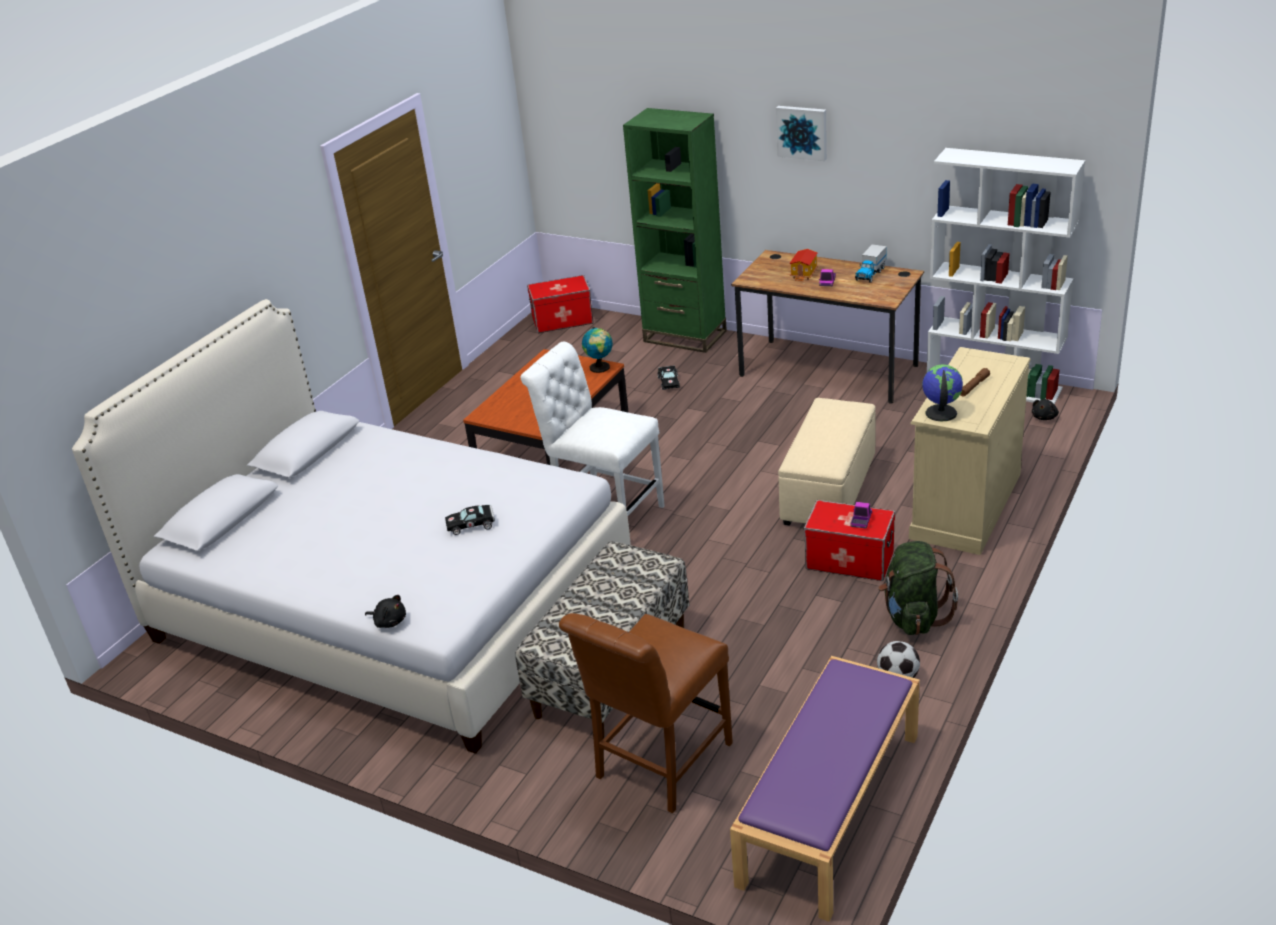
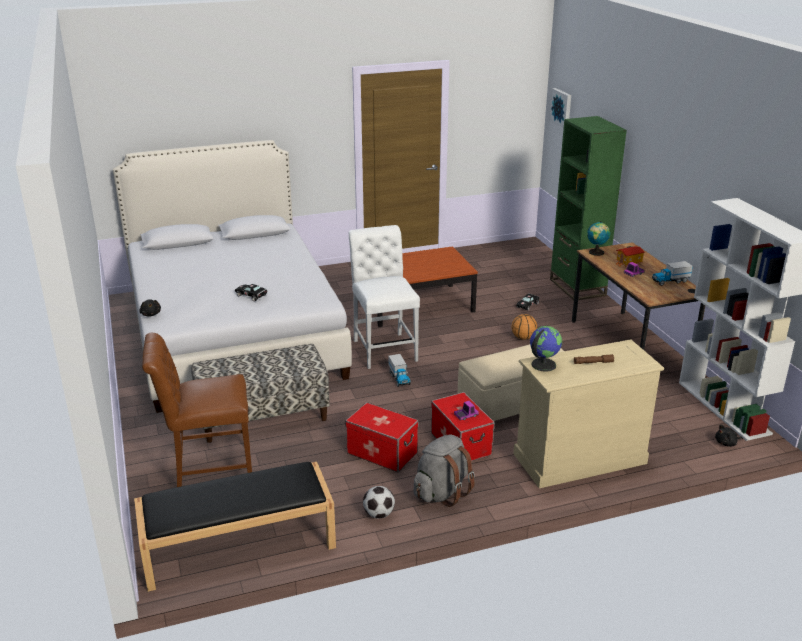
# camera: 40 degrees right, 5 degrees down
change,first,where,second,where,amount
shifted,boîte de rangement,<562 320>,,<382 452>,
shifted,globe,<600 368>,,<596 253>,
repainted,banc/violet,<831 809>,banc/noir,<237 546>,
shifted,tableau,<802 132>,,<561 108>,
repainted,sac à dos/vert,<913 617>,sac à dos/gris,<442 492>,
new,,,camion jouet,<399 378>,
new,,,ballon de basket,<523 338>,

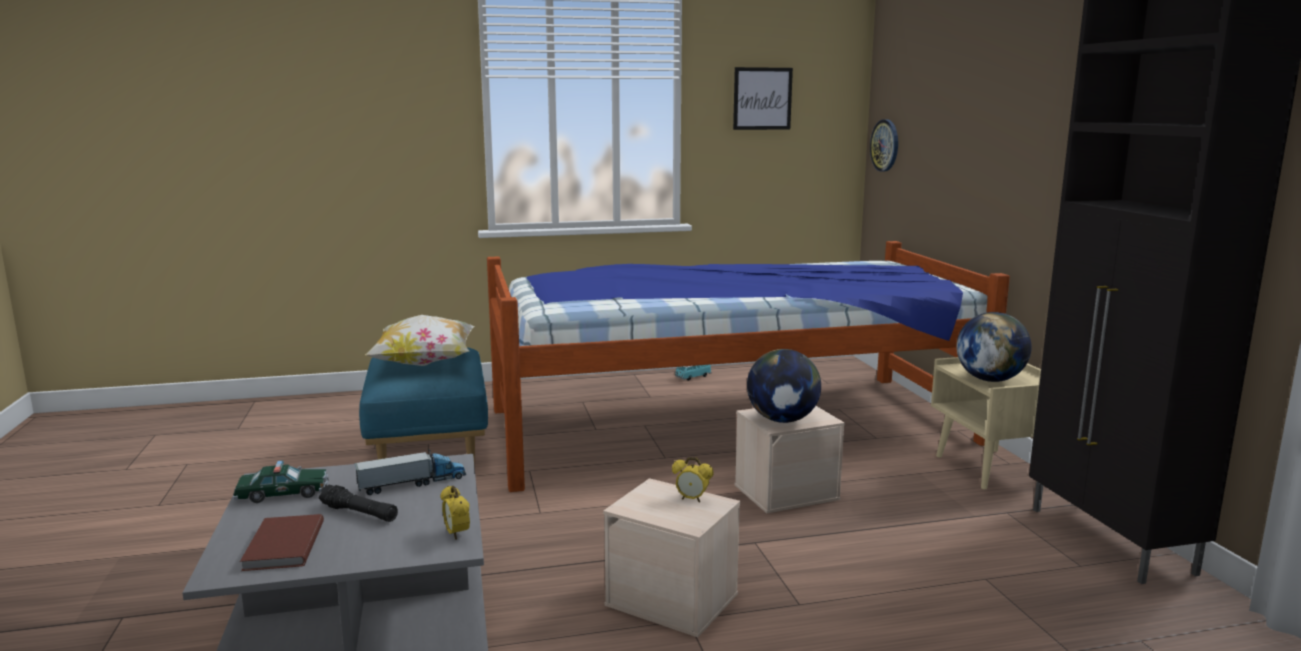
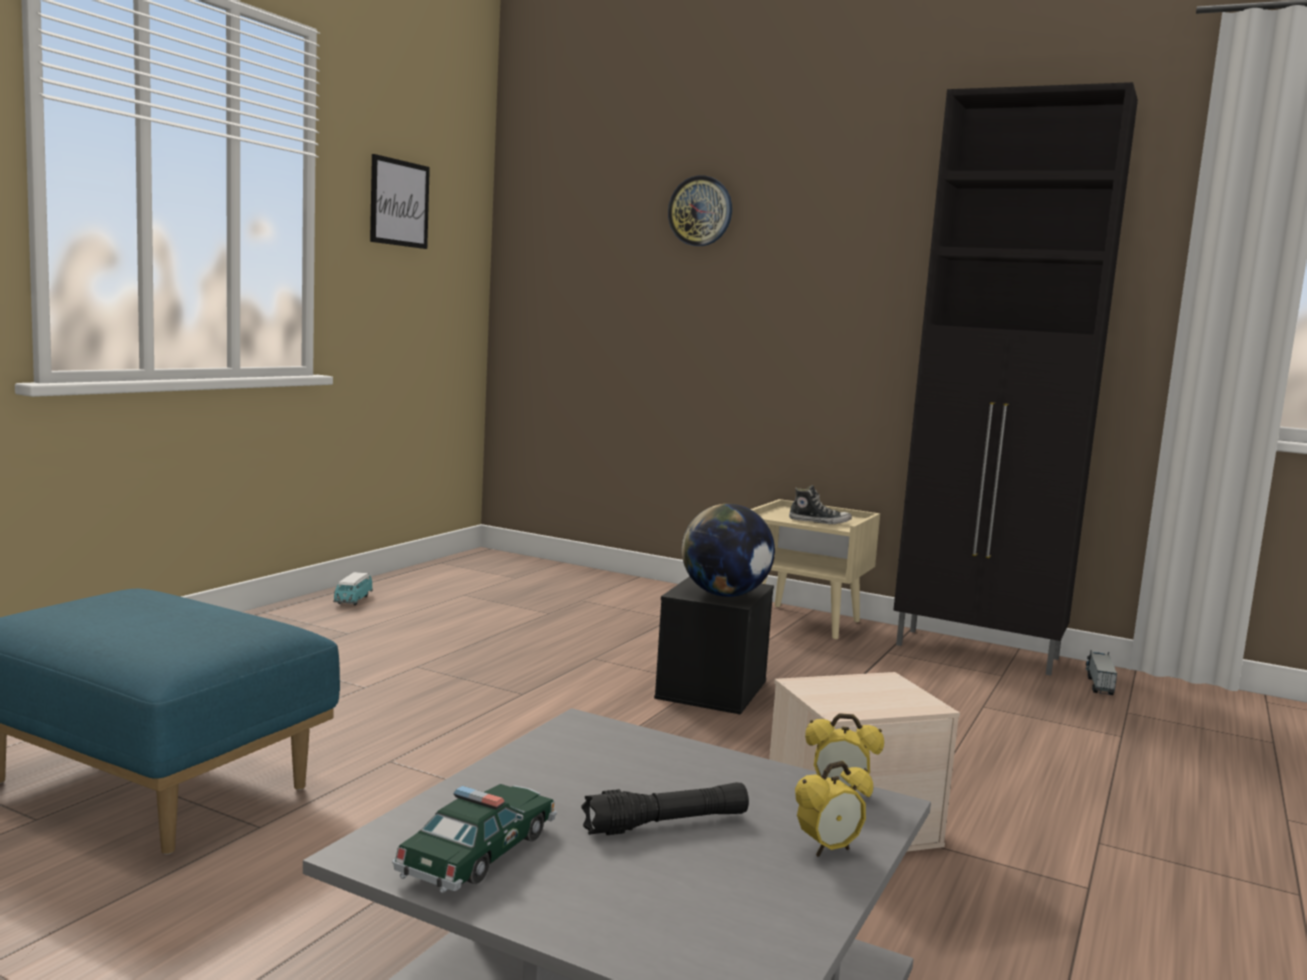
# camera: 50 degrees left, 5 degrees down
change,first,where,second,where,amount
gone,livre/marron,<281 546>,,,
shifted,camion jouet,<412 483>,,<1098 681>,
gone,coussin,<425 363>,,,
gone,lit,<728 425>,,,
shifted,réveil,<692 499>,,<828 850>,
repainted,boîte de rangement/beige,<786 491>,boîte de rangement/noir,<710 688>,
shifted,horloge murale,<885 145>,,<700 211>,
swapped,globe,<990 380>,chaussure,<819 522>,

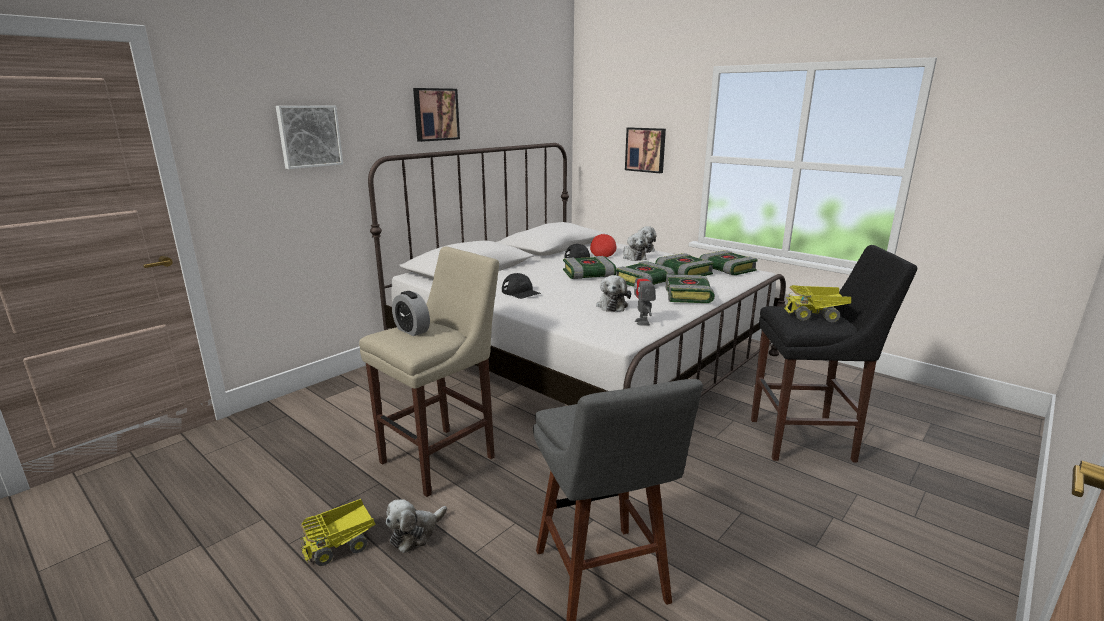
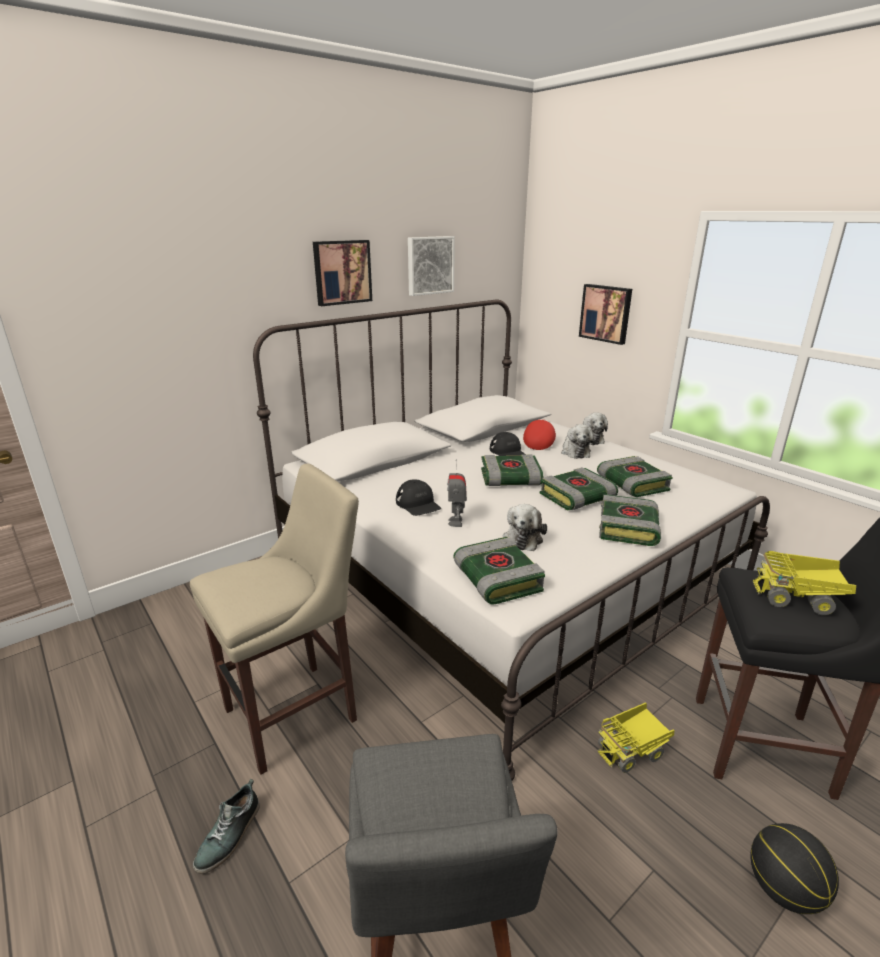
# camera: 10 degrees right, 5 degrees up
change,first,where,second,where,amount
shifted,tableau,<309 136>,,<429 265>,
shifted,camion jouet,<341 545>,,<632 750>,
swapped,peluche,<415 533>,chaussure,<229 835>,
gone,réveil,<412 330>,,,
shifted,robot jouet,<642 322>,,<456 522>,
shifted,livre,<726 269>,,<495 578>,
new,,,ballon de basket,<783 889>,

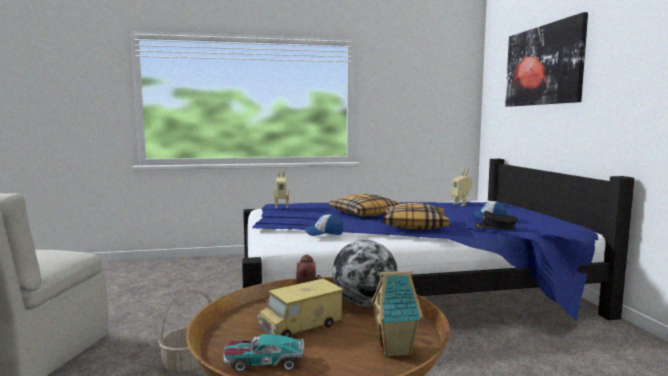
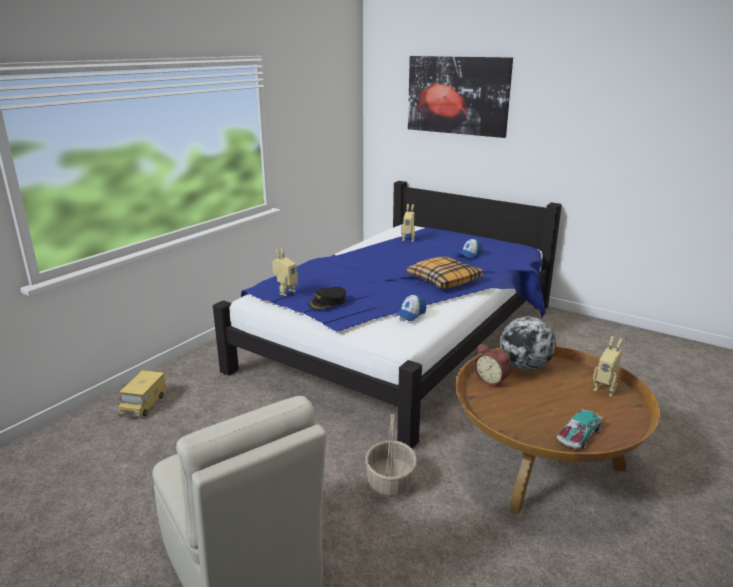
# camera: 45 degrees left, 15 degrees up
change,first,where,second,where,amount
shifted,camion jouet,<301 325>,,<143 404>,
gone,coussin,<364 213>,,,
swapped,maison miniature,<396 349>,robot jouet,<605 389>,
shifted,casquette/noir,<495 226>,,<328 302>,

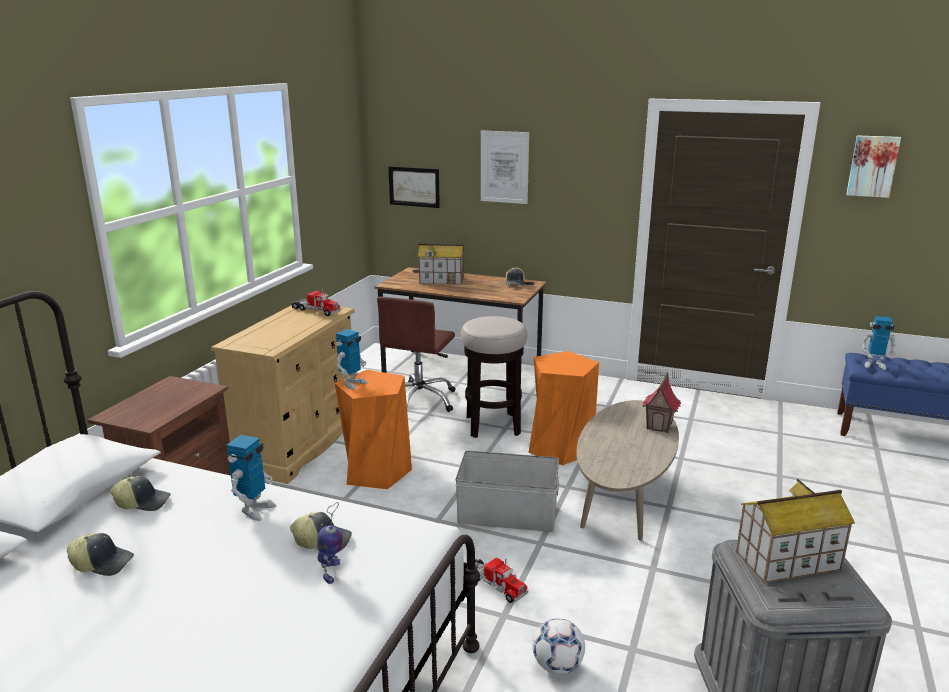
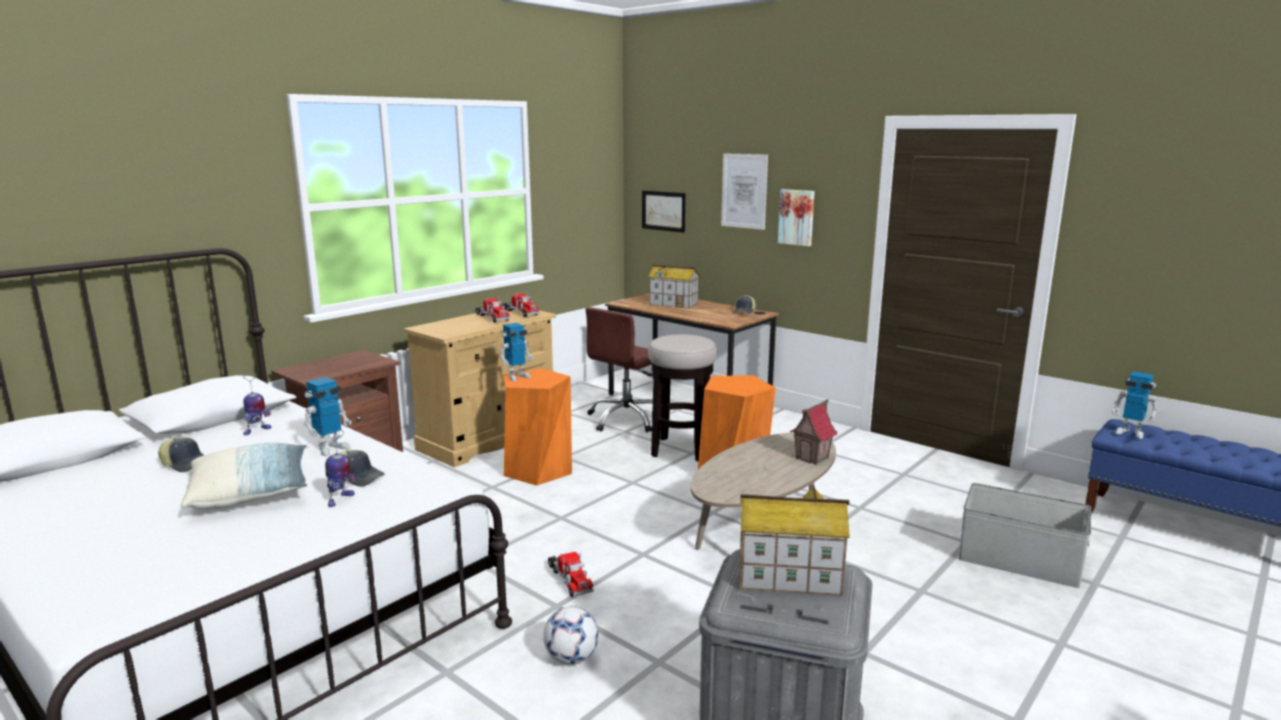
# camera: 20 degrees right, 5 degrees down
change,first,where,second,where,amount
swapped,casquette,<143 502>,robot jouet,<256 431>,
shifted,boîte de rangement/gris,<508 515>,,<1019 562>,
shifted,tableau,<872 166>,,<797 217>,
new,,,coussin,<251 493>,
new,,,camion jouet,<492 317>,

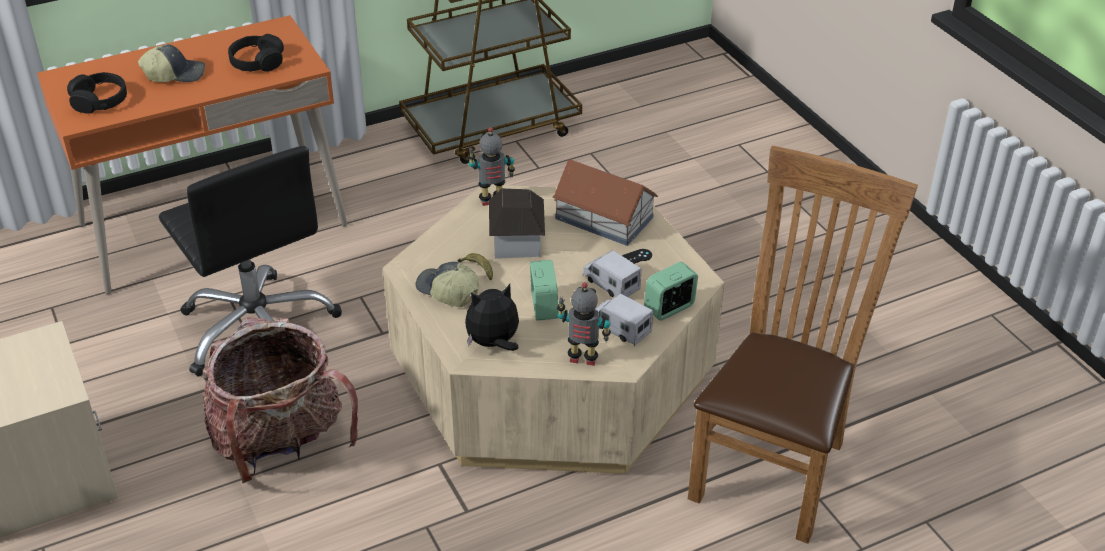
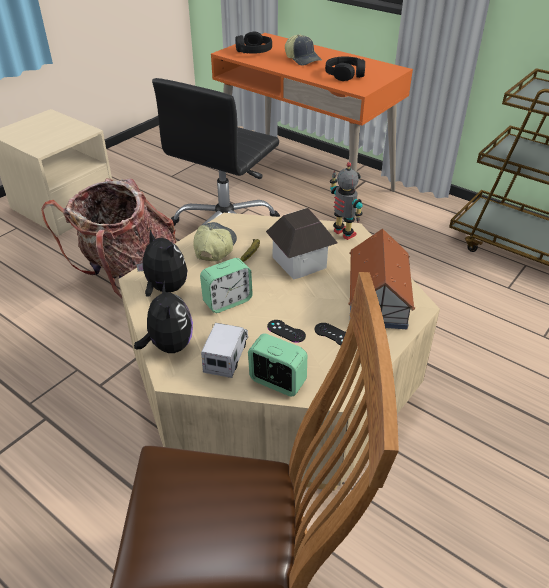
# camera: 65 degrees right, 0 degrees up
change,first,where,second,where,amount
swapped,robot jouet,<583 360>,peluche,<169 345>,
swapped,camion jouet,<611 284>,manette/noir,<286 331>,

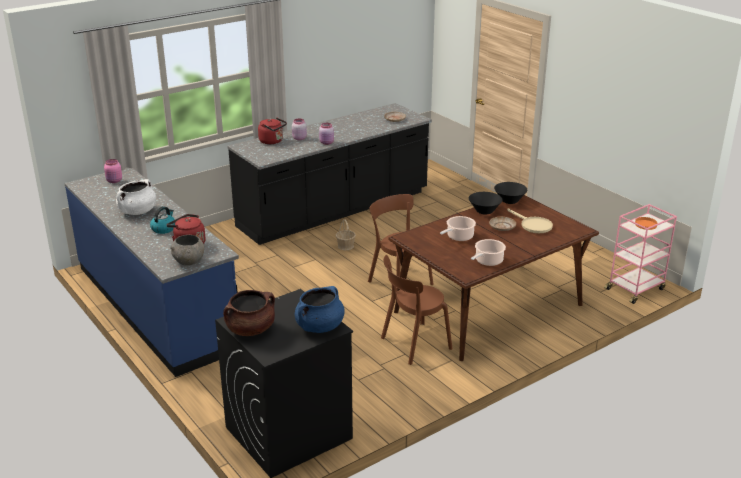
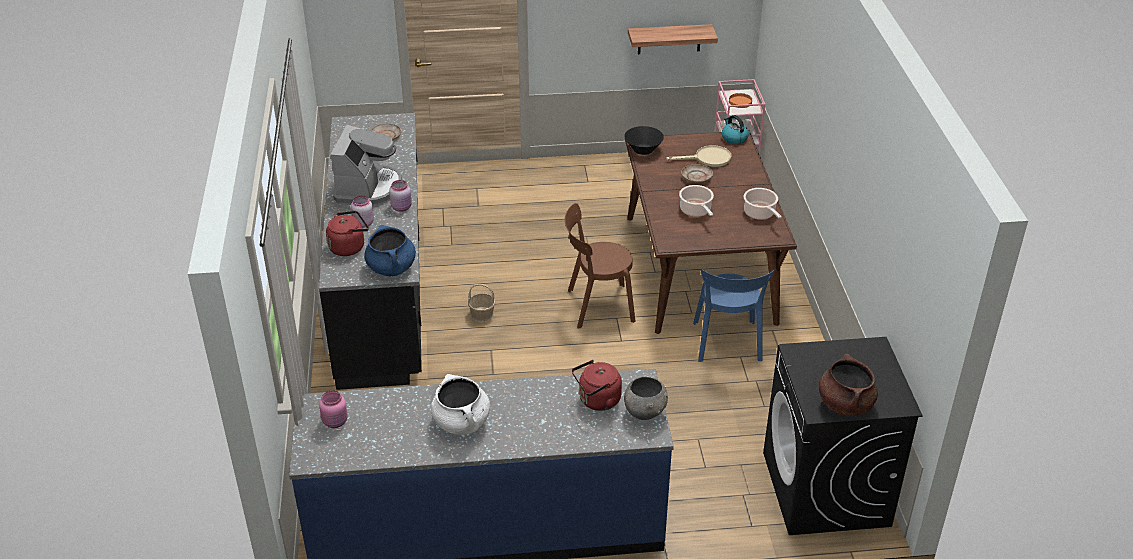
# camera: 60 degrees left, 10 degrees up
change,first,where,second,where,amount
shifted,bouilloire,<164 228>,,<734 138>,
shifted,marmite/bleu,<319 327>,,<391 268>,
repainted,chaise/marron,<413 344>,chaise/bleu,<727 344>,
gone,bol/noir,<484 211>,,,
new,,,machine à café,<368 188>,
new,,,étagère,<669 39>,

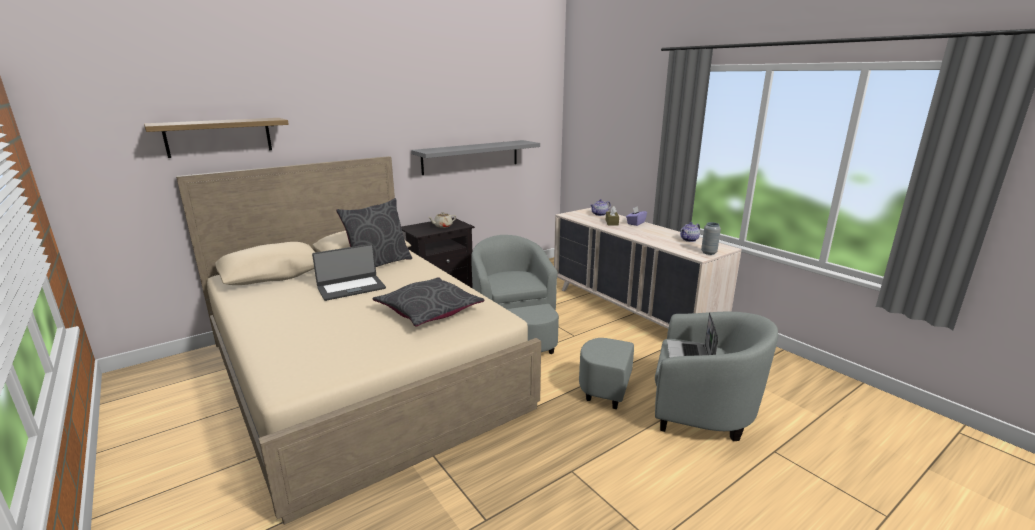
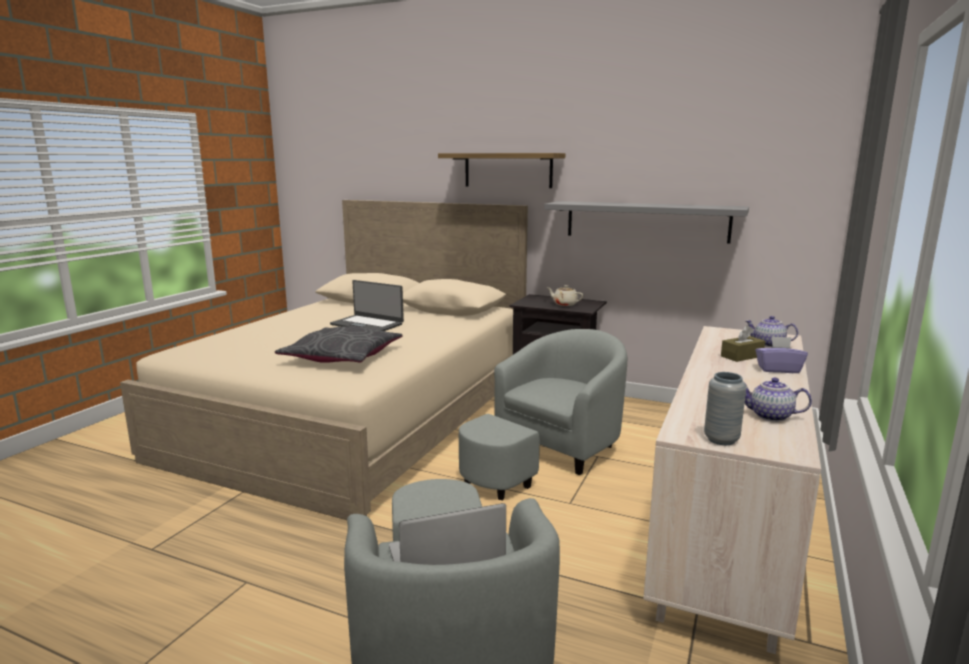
# camera: 60 degrees right, 5 degrees down
change,first,where,second,where,amount
shifted,étagère,<219 137>,,<508 170>,
gone,coussin/gris,<378 264>,,,

